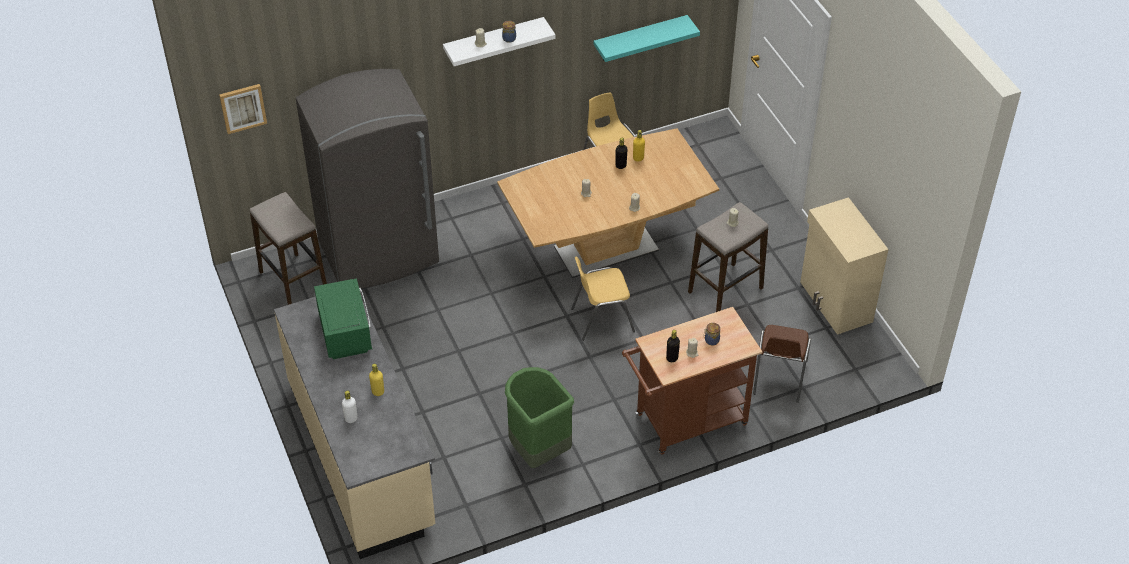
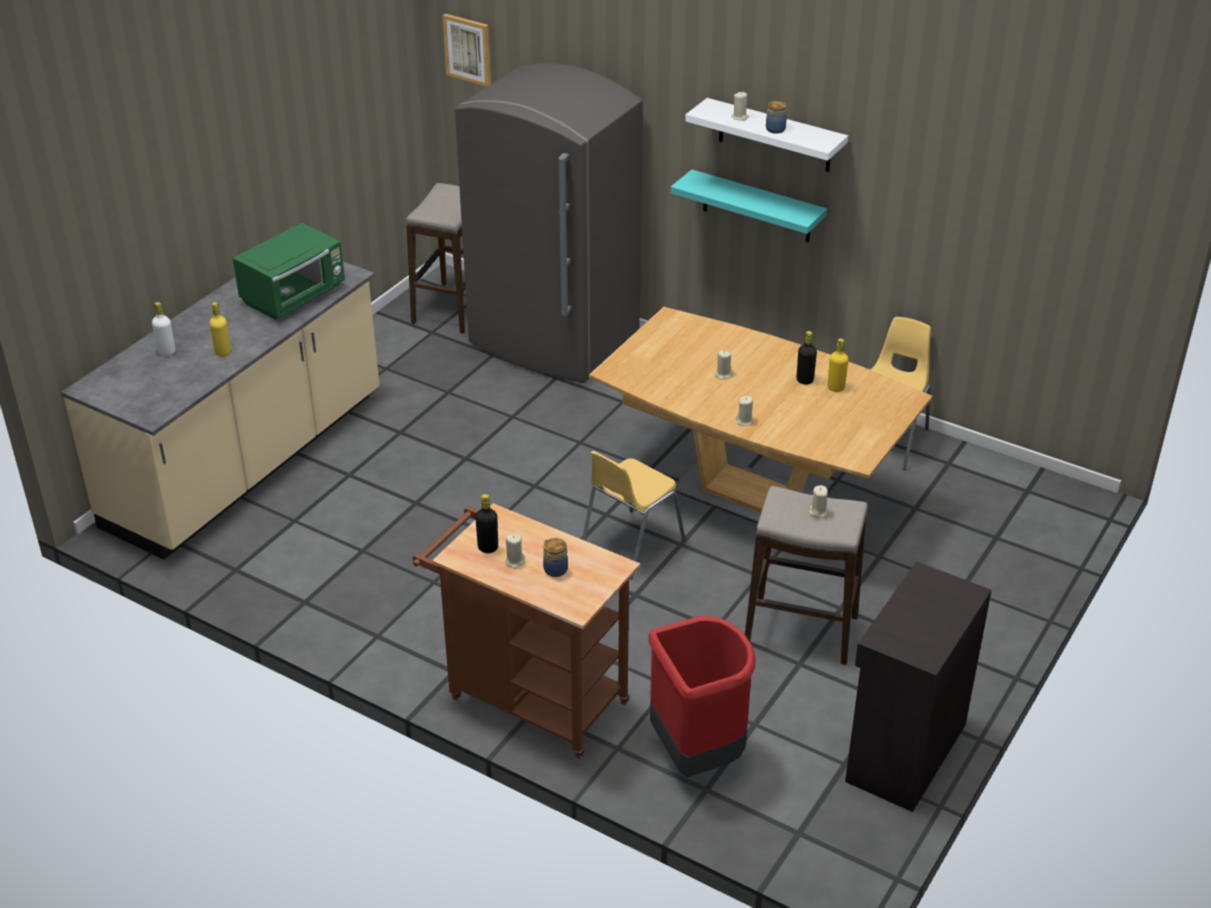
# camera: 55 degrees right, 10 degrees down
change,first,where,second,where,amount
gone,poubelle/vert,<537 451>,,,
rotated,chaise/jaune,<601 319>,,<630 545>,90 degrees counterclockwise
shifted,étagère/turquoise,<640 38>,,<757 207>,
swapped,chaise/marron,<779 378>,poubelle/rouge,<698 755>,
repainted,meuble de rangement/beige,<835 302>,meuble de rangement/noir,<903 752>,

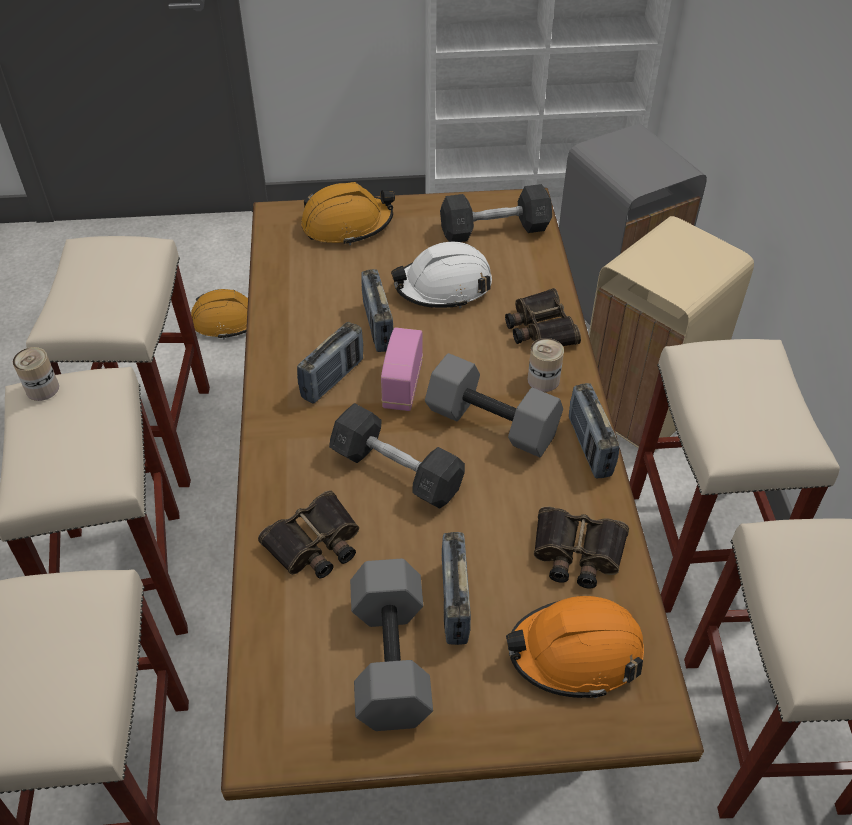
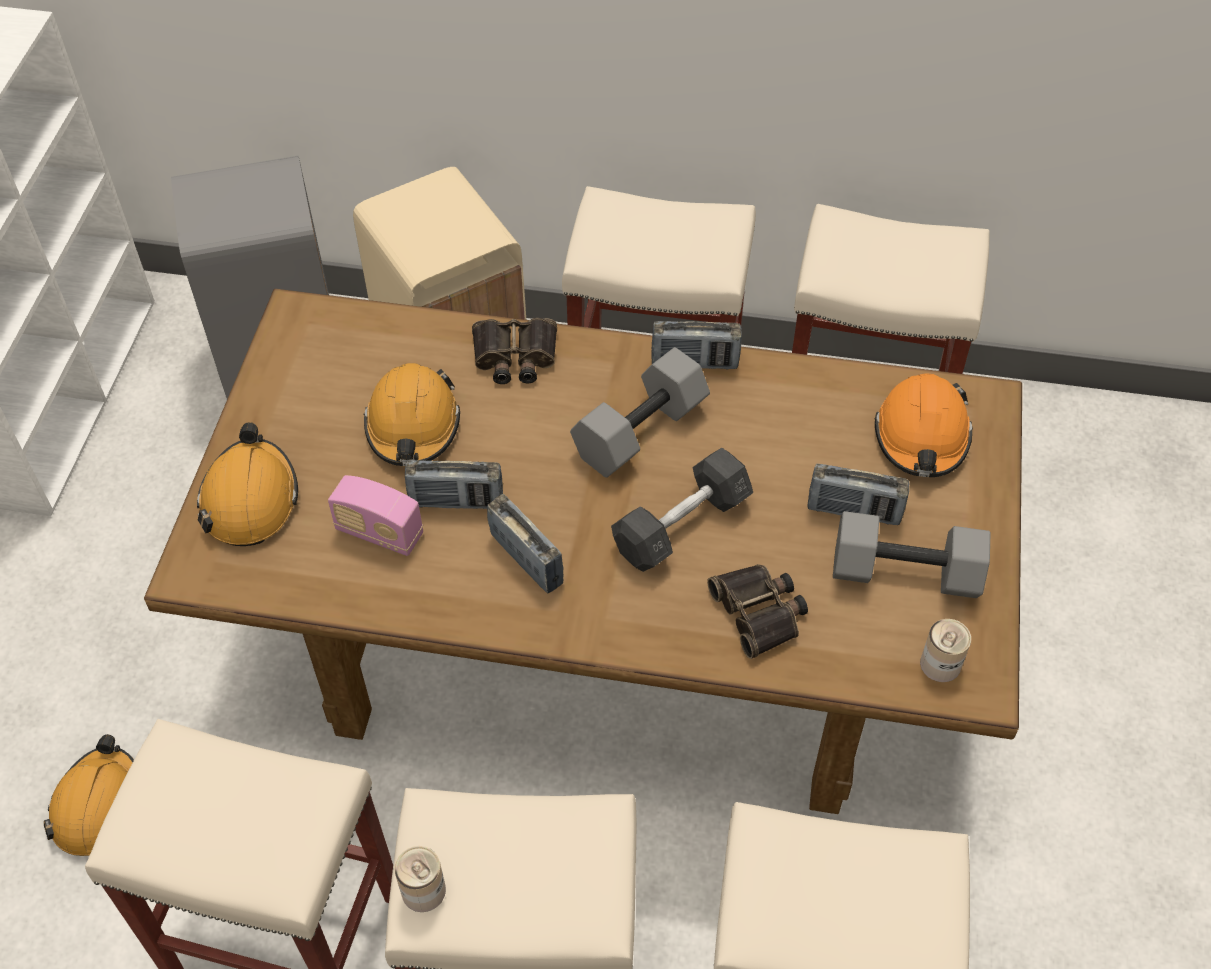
# camera: 75 degrees left, 5 degrees up
change,first,where,second,where,amount
shifted,radio,<402 386>,,<379 533>,
repainted,casque de chantier/blanc,<443 287>,casque de chantier/orange,<413 426>,
gone,haltère/gris,<494 230>,,,
shifted,boîte métallique,<543 380>,,<940 664>,
gone,jumelles,<576 554>,,,

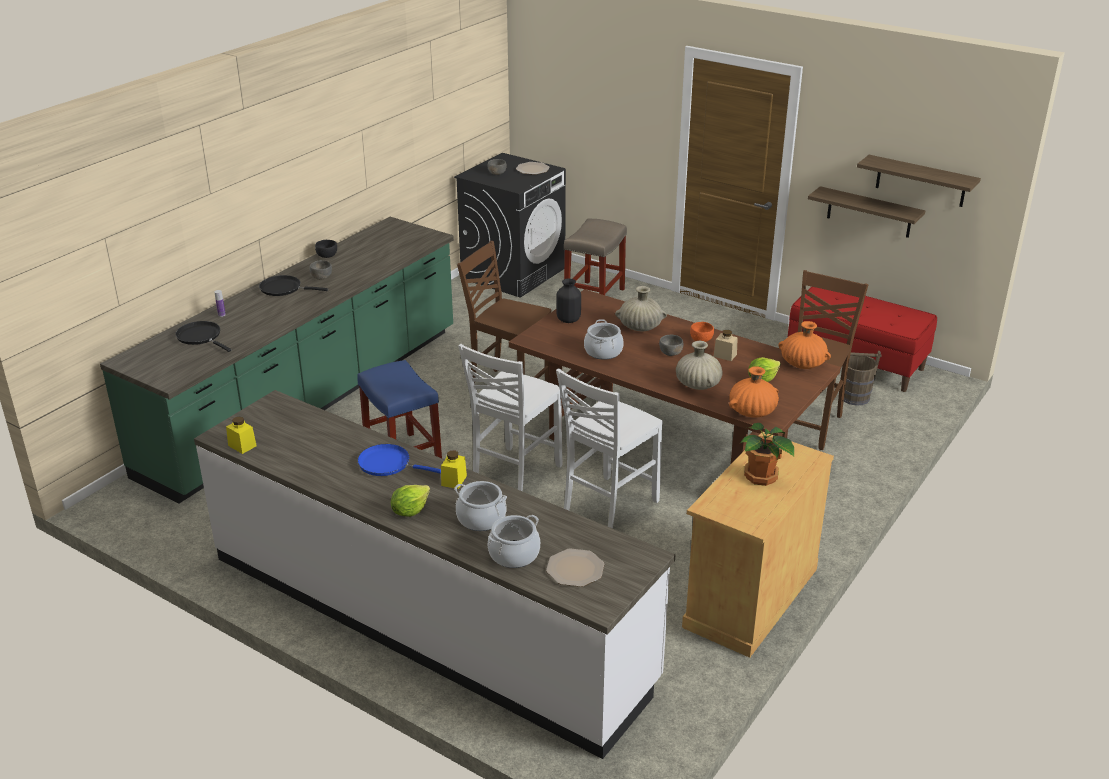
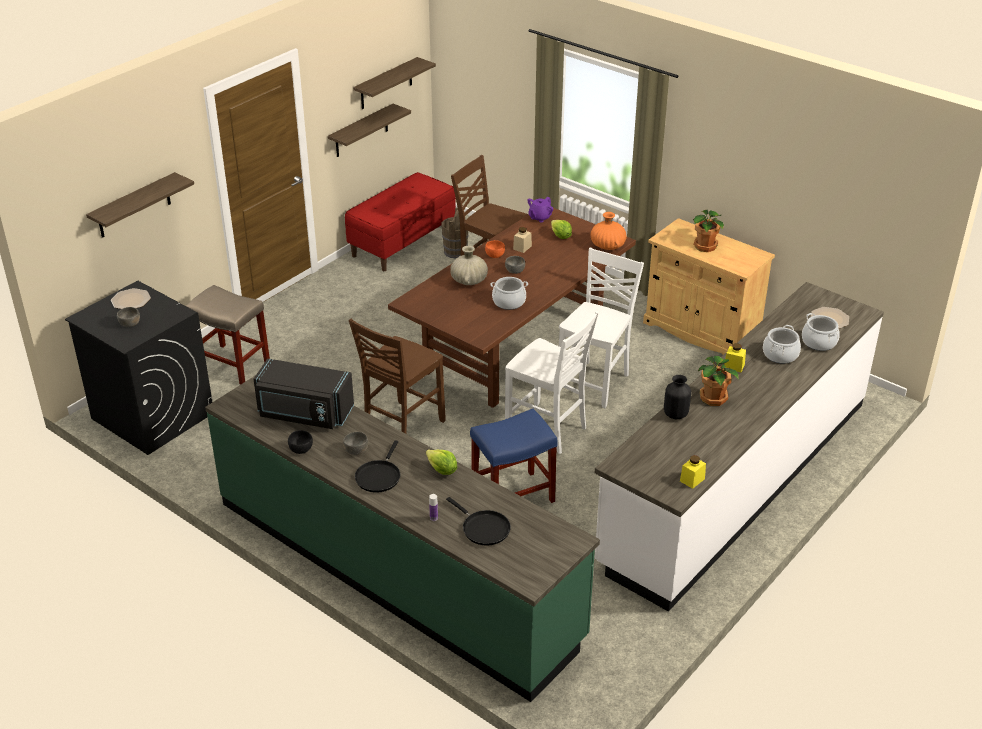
# camera: 85 degrees left, 5 degrees up
change,first,where,second,where,amount
rotated,poêle/noir,<201 337>,,<483 528>,90 degrees counterclockwise
swapped,poêle/bleu,<388 464>,plante en pot,<714 398>,
shifted,laitue,<410 510>,,<442 470>,
rotated,chaise/blanc,<608 506>,,<595 383>,105 degrees counterclockwise
shifted,vase/noir,<568 320>,,<676 414>,
gone,vase/beige,<697 385>,,,
swapped,vase/orange,<802 364>,théière/violet,<539 217>,
new,,,étagère,<134 206>,
new,,,micro-ondes/noir,<304 413>,

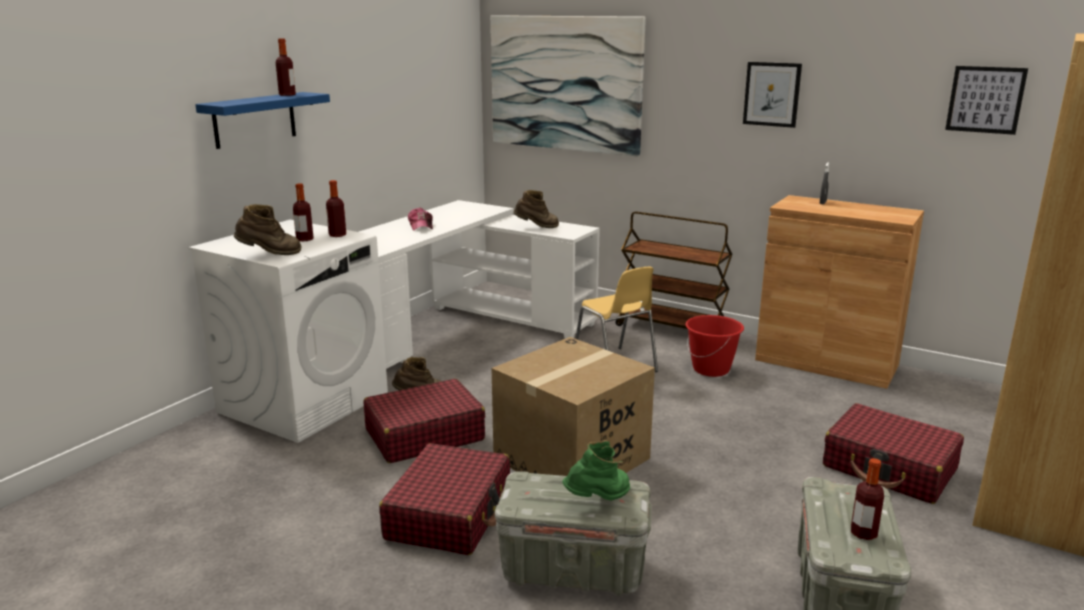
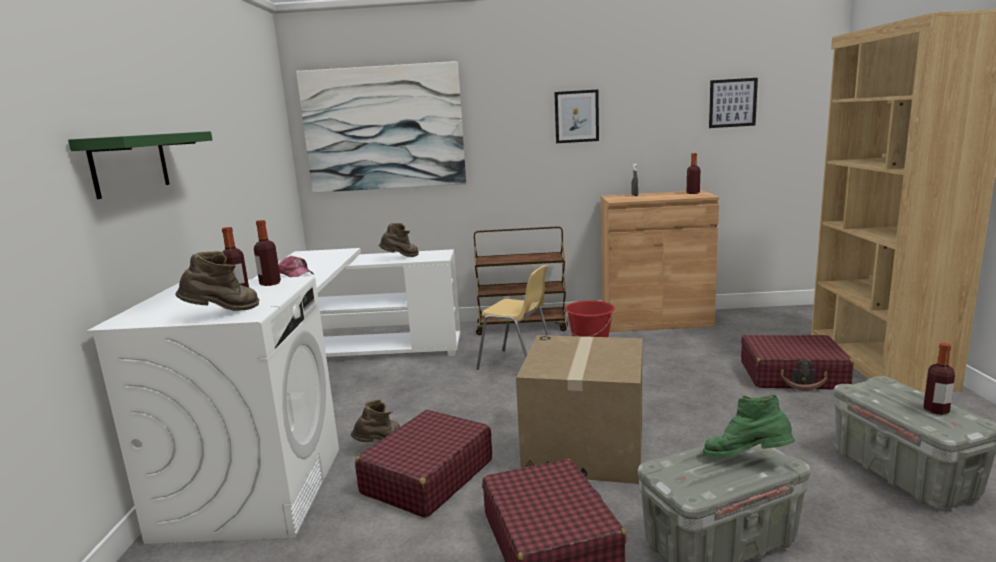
# camera: 30 degrees left, 5 degrees down
change,first,where,second,where,amount
repainted,étagère/bleu,<254 120>,étagère/vert,<130 164>,
shifted,bouteille,<287 95>,,<693 193>,
rotated,botte/vert,<598 500>,,<746 459>,90 degrees counterclockwise

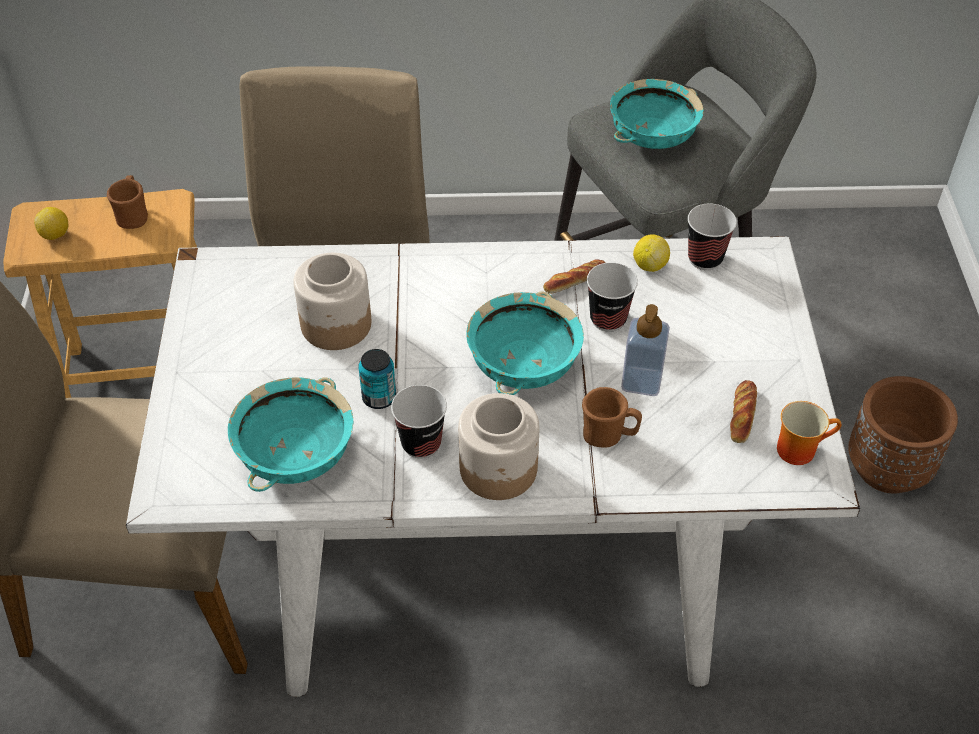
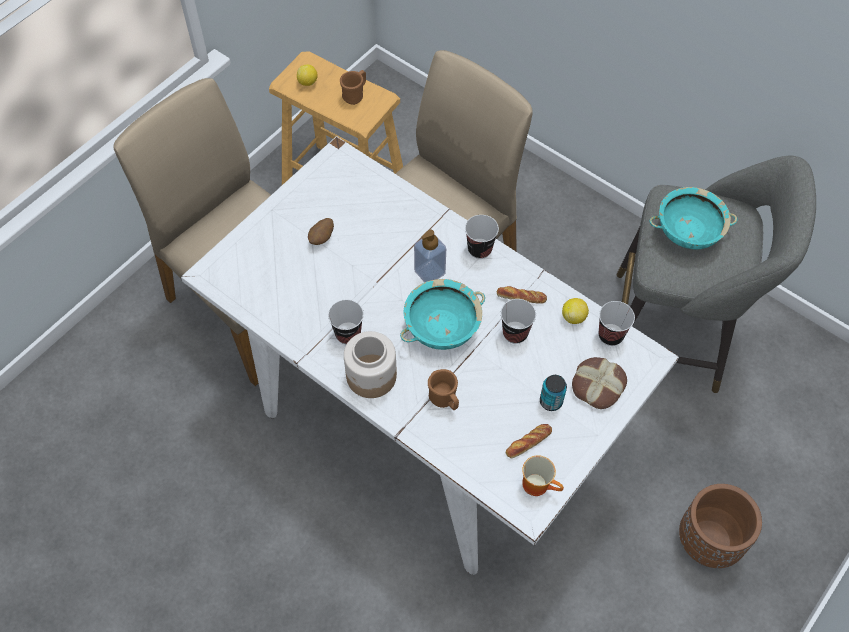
# camera: 40 degrees right, 10 degrees up
change,first,where,second,where,amount
gone,bol/turquoise,<296 454>,,,
gone,bocal,<335 324>,,,
shifted,boîte métallique,<379 398>,,<551 401>,
shifted,distributeur de savon,<641 381>,,<429 272>,
new,,,pomme de terre,<322 238>,
new,,,tasse,<479 249>,
new,,,pain,<597 385>,

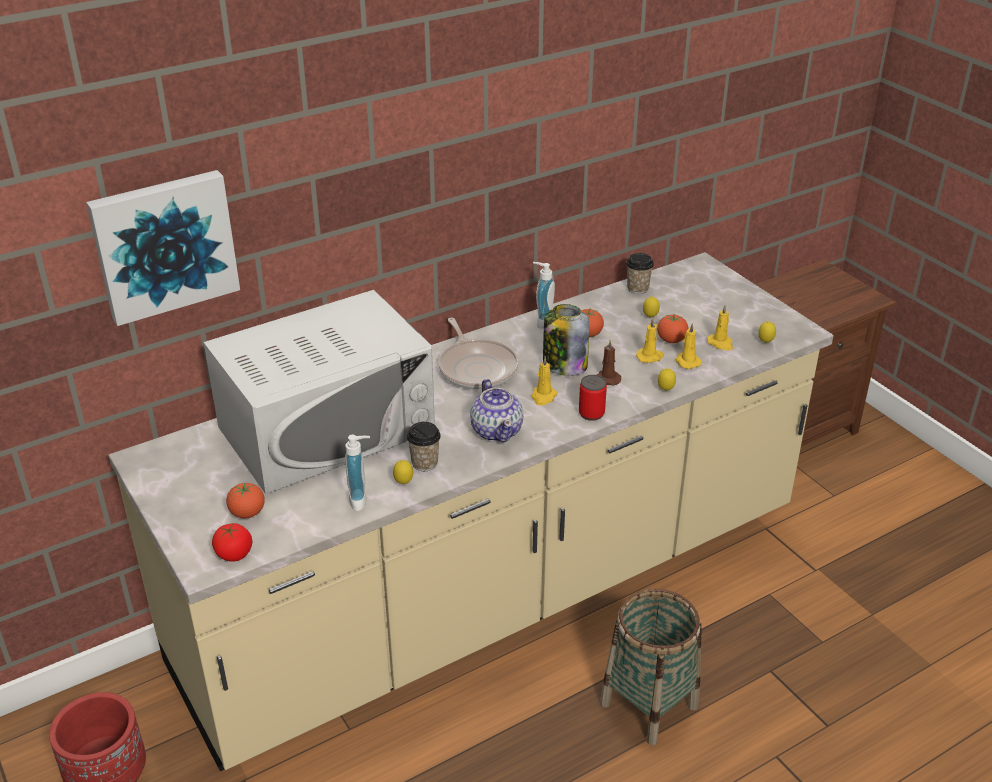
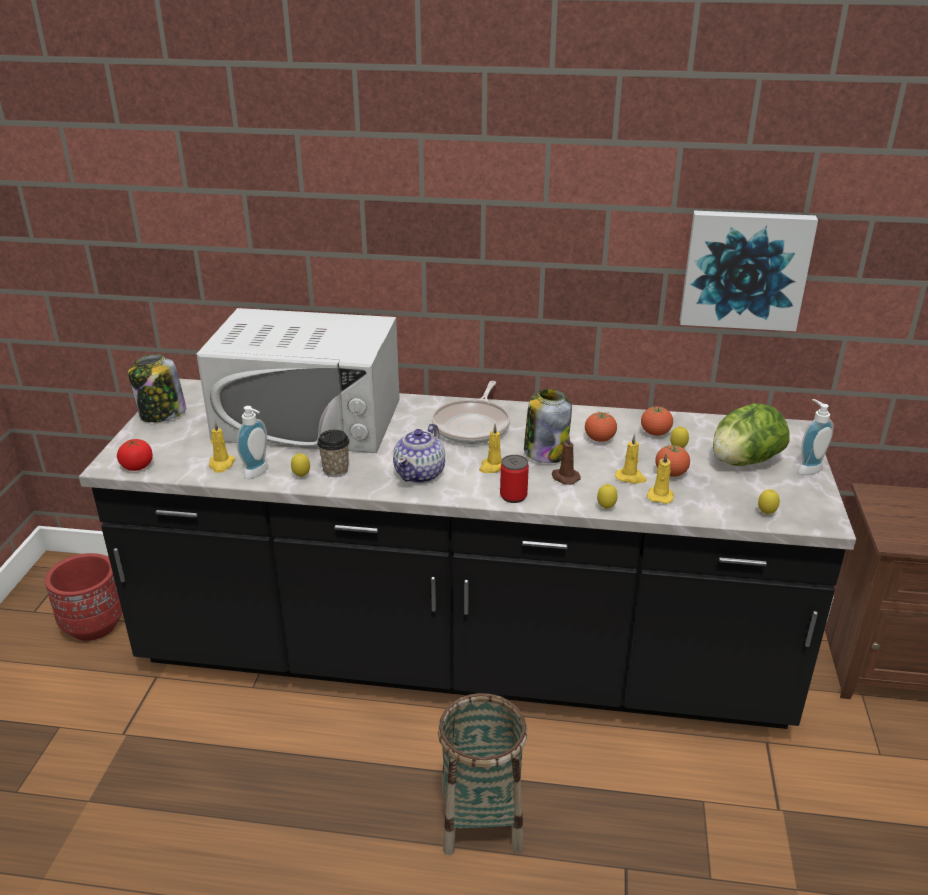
# camera: 40 degrees right, 5 degrees down
change,first,where,second,where,amount
shifted,tableau,<164 244>,,<744 269>,
repainted,comptoir de cuisine/beige,<496 590>,comptoir de cuisine/noir,<464 654>,
shifted,tomate,<247 513>,,<655 433>,
shifted,distributeur de savon,<541 321>,,<807 468>,
gone,tasse,<637 288>,,,
shifted,bougie/jaune,<720 344>,,<221 464>,
new,,,bocal,<162 414>,
new,,,laitue,<744 462>,

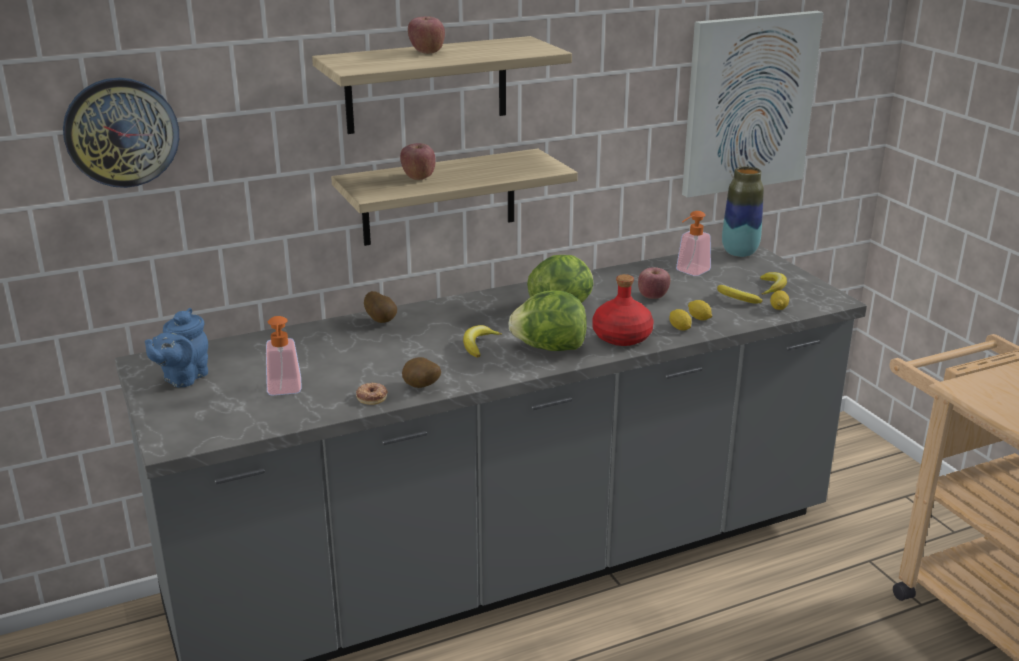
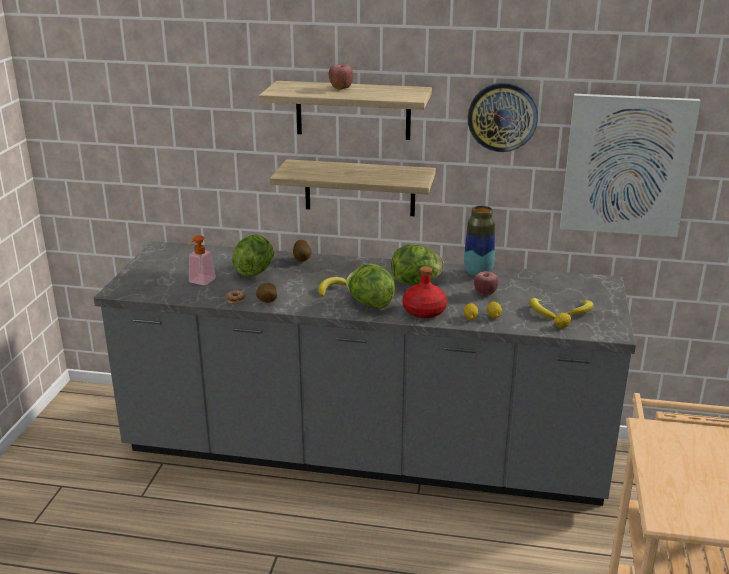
# camera: 35 degrees right, 0 degrees up
change,first,where,second,where,amount
shifted,horloge murale,<121 132>,,<502 117>,
gone,théière/bleu,<183 378>,,,
gone,pomme,<418 177>,,,
gone,distributeur de savon,<689 272>,,,
shifted,vase,<739 253>,,<478 272>,
new,,,laitue,<255 272>,

